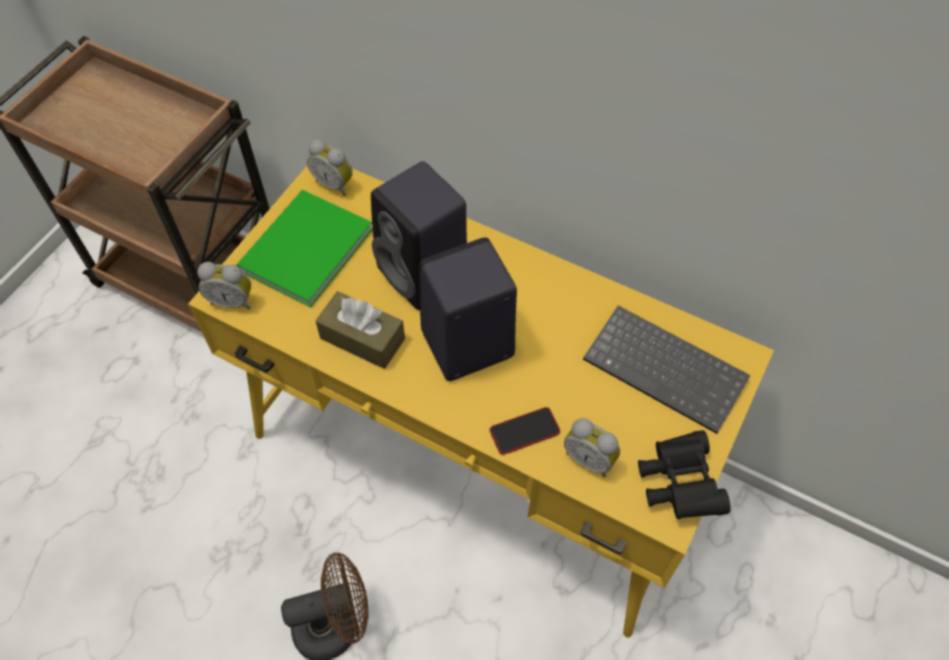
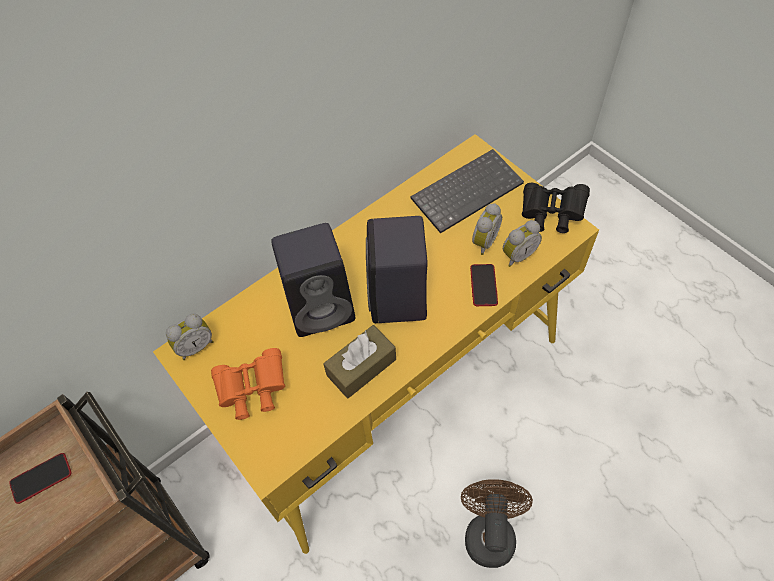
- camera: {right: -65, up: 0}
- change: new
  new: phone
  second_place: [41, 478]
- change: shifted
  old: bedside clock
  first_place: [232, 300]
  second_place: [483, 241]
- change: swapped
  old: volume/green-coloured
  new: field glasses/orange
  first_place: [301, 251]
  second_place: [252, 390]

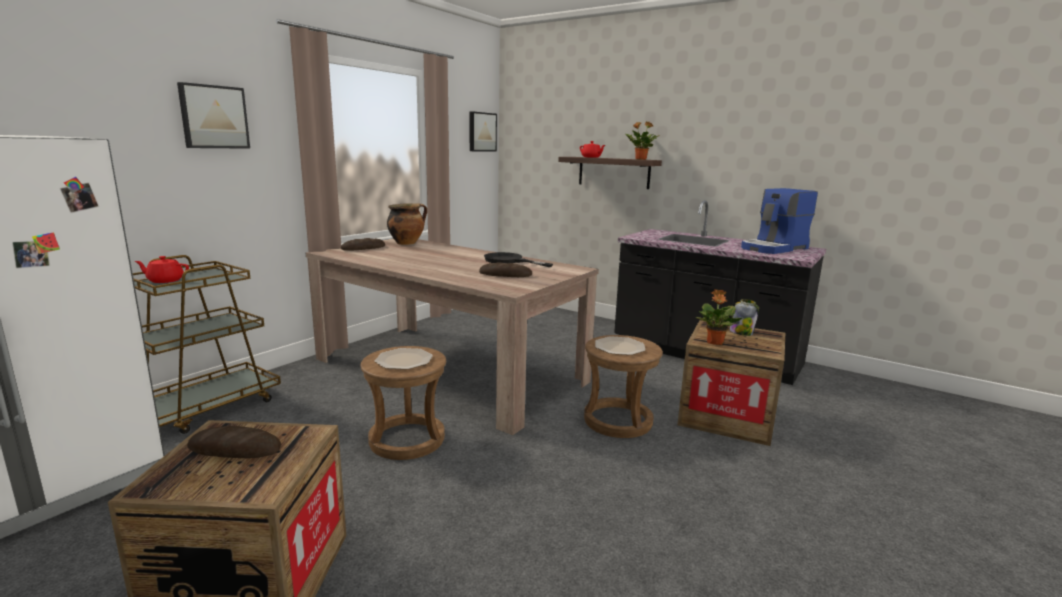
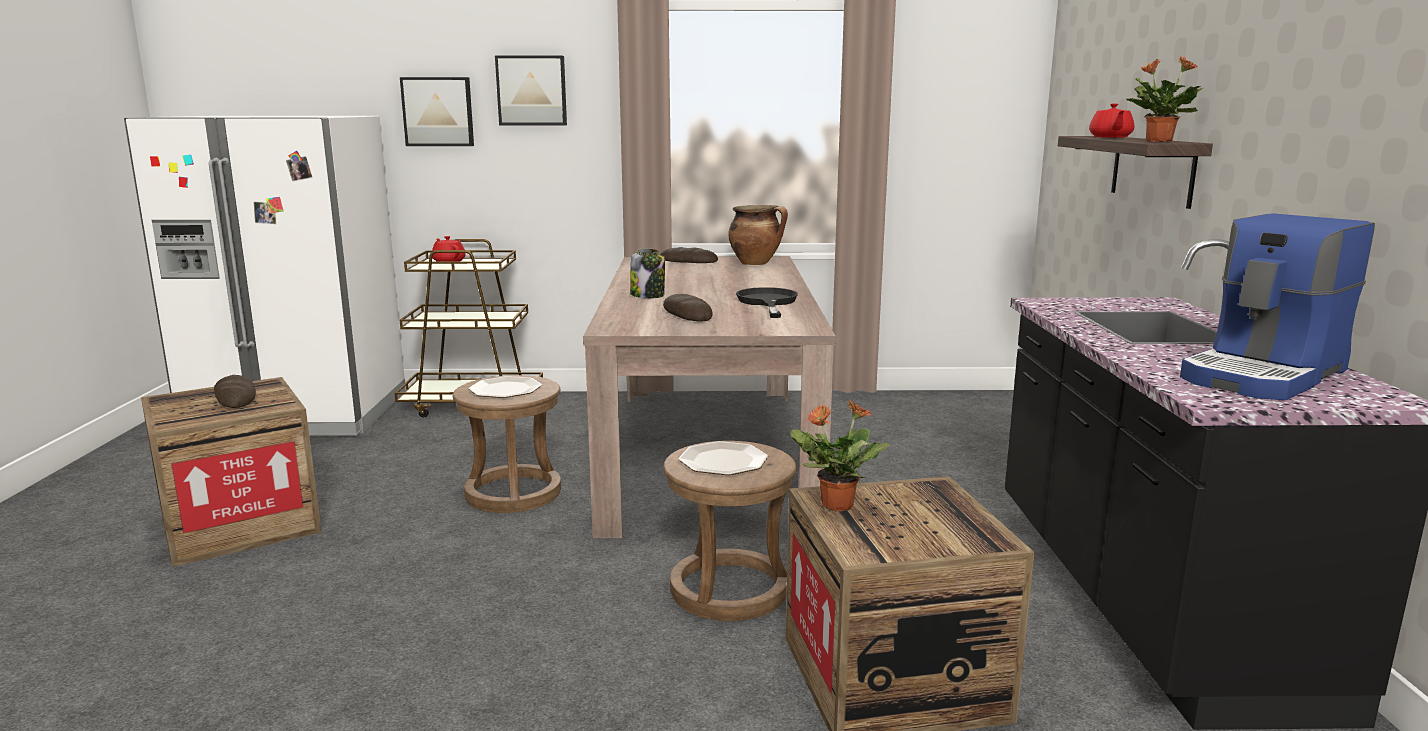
- camera: {right: 55, up: 0}
- change: shifted
  old: picture
  first_place: [481, 132]
  second_place: [438, 112]
- change: shifted
  old: jar
  first_place: [741, 332]
  second_place: [648, 295]
- change: rotated
  old: coffee brewer
  first_place: [774, 248]
  second_place: [1265, 375]
  degrees: -60

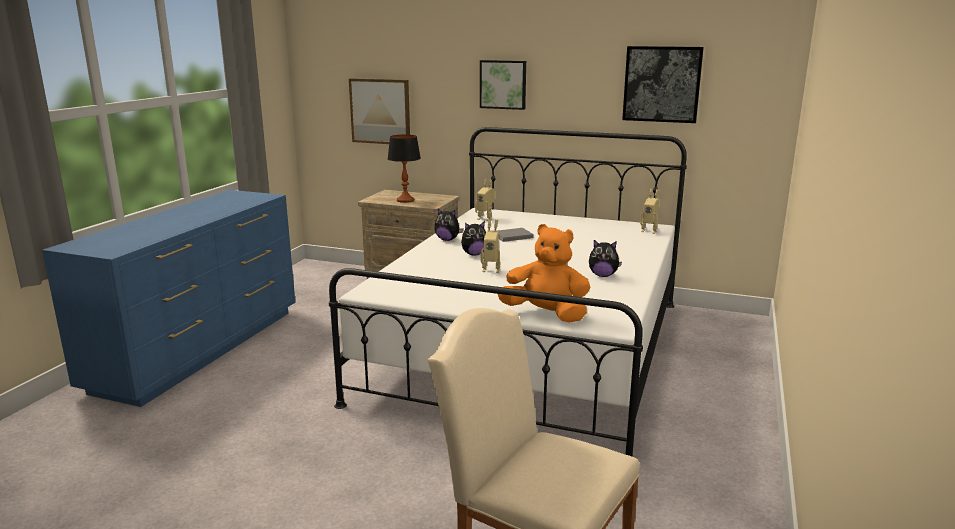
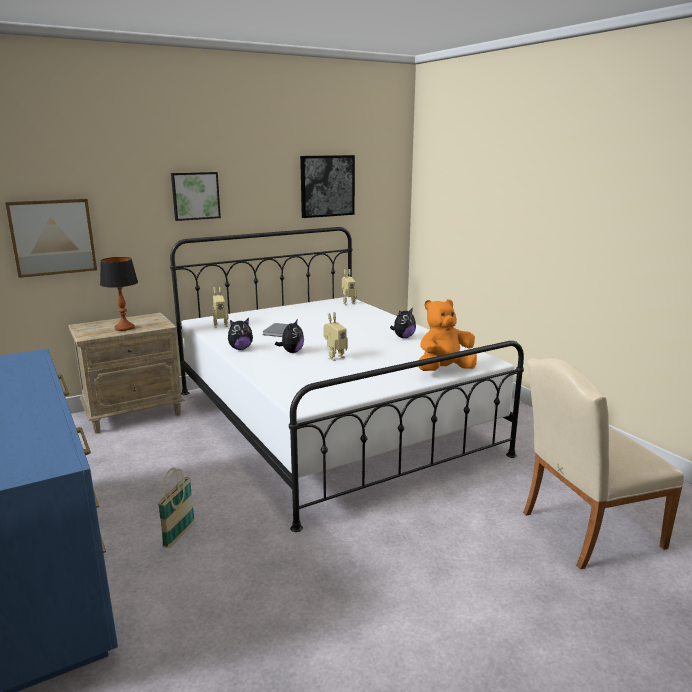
- camera: {right: -50, up: 0}
- change: new
  new: storage basket
  second_place: [179, 535]

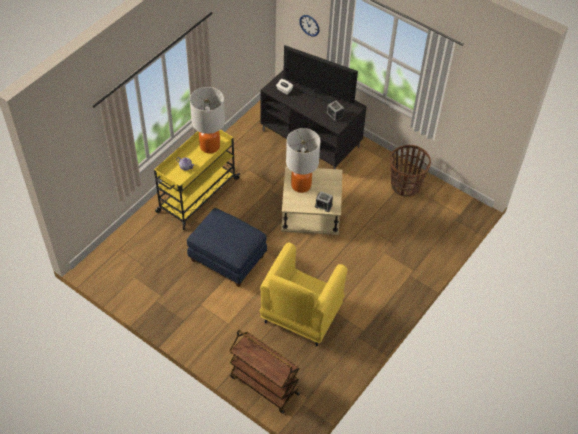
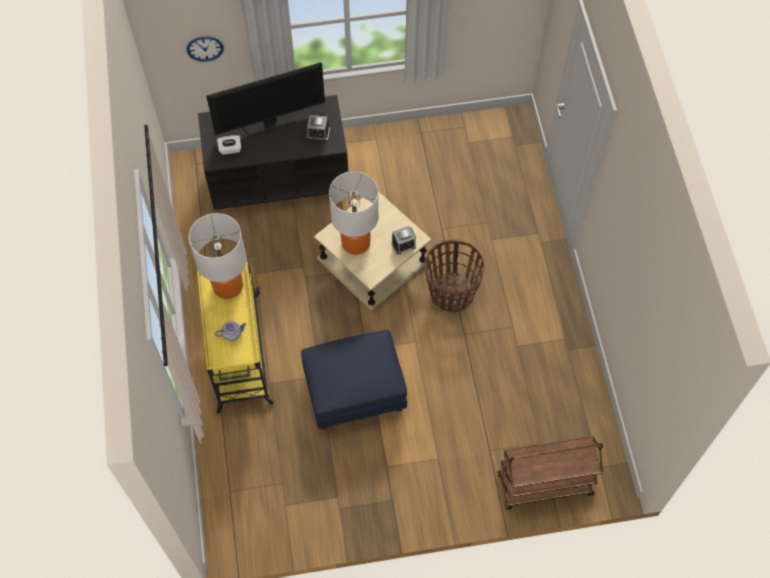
- camera: {right: -45, up: 10}
- change: gone
  old: lounge chair/yellowish
  first_place: [301, 316]
- change: shifted
  old: storage basket
  first_place: [405, 185]
  second_place: [451, 293]

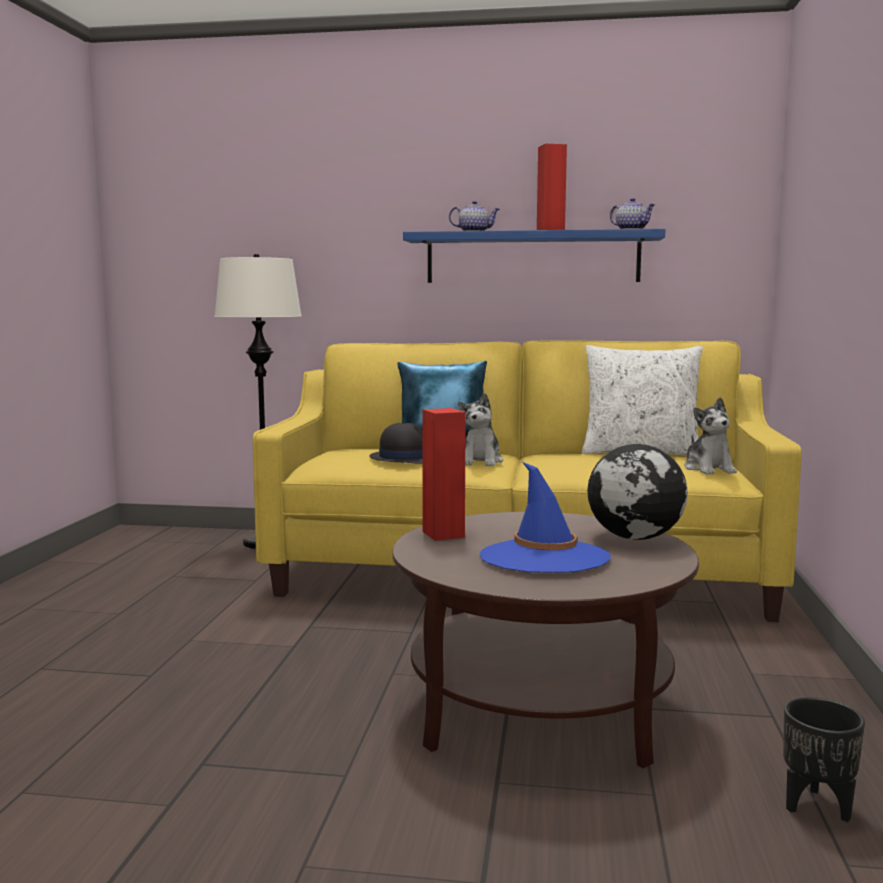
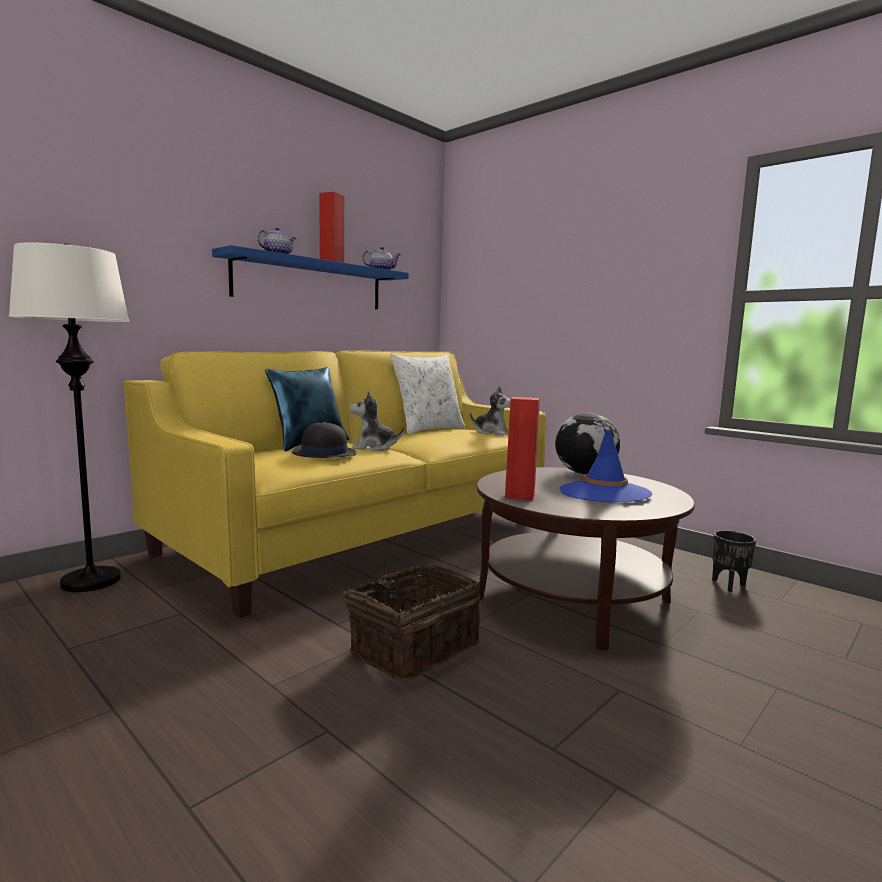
- camera: {right: -55, up: 0}
- change: new
  new: storage basket
  second_place: [411, 648]
- change: rotated
  old: cuddly toy
  first_place: [481, 461]
  second_place: [374, 448]
  degrees: 135

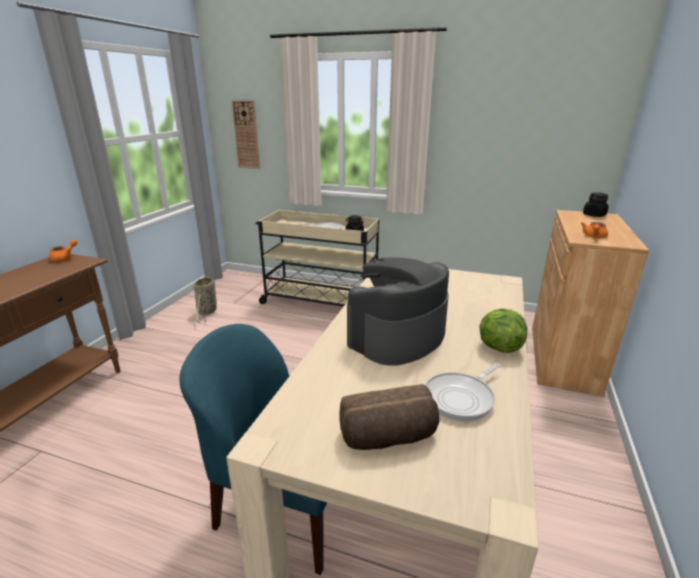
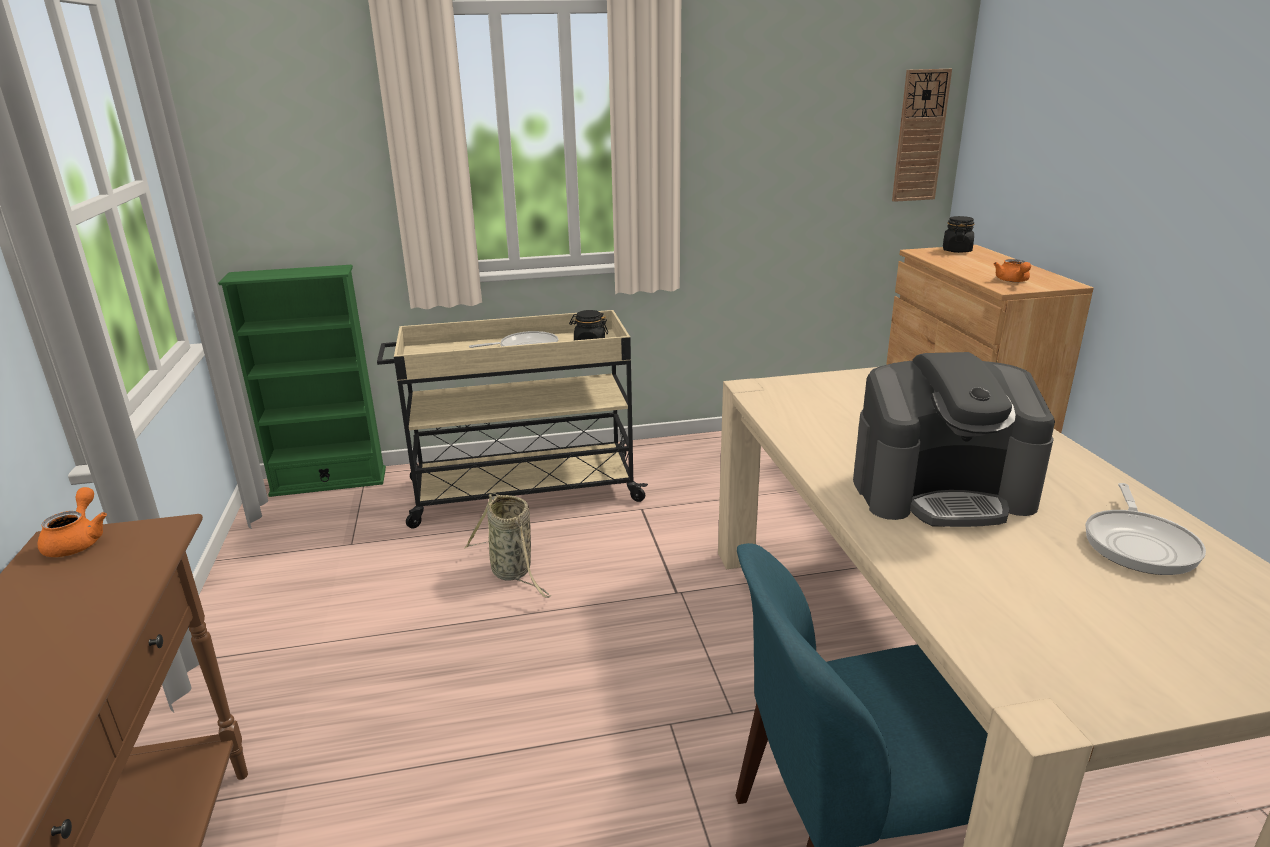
- camera: {right: -30, up: 0}
- change: gone
  old: bread
  first_place: [389, 438]
- change: gone
  old: head of lettuce
  first_place: [498, 347]
- change: new
  new: shelving unit/green-coloured
  second_place: [329, 481]
- change: shifted
  old: storage basket
  first_place: [207, 312]
  second_place: [513, 572]
- change: shifted
  old: wall clock
  first_place: [246, 135]
  second_place: [920, 136]
- change: rotated
  old: coffee brewer
  first_place: [397, 337]
  second_place: [942, 491]
  degrees: -105

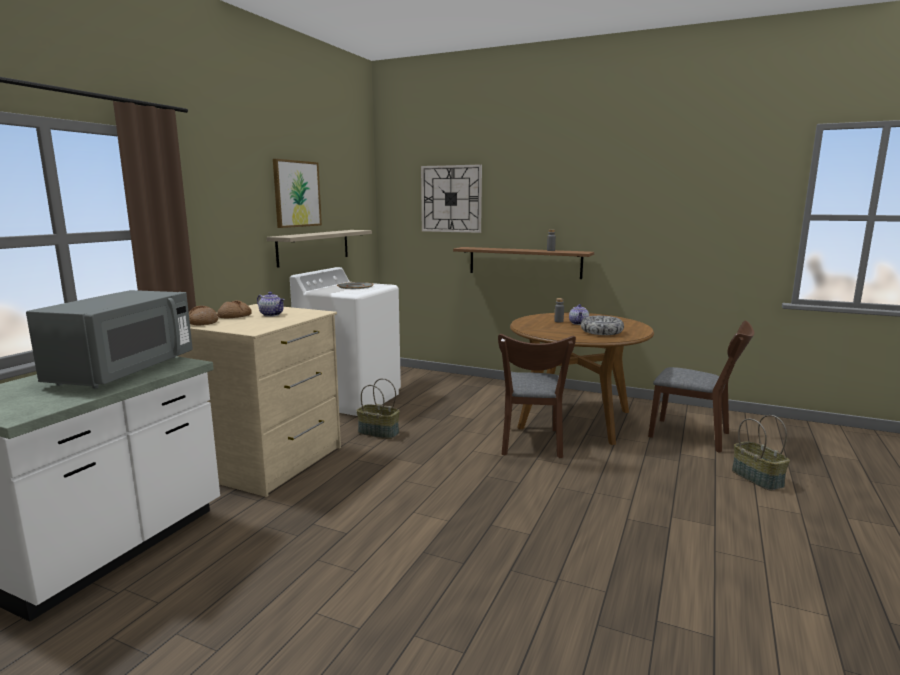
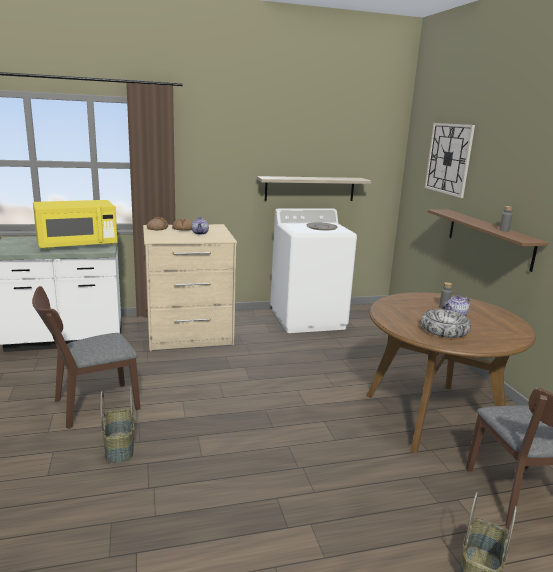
- camera: {right: 50, up: 5}
- change: gone
  old: picture
  first_place: [297, 194]
- change: shifted
  old: storage basket
  first_place: [378, 433]
  second_place: [119, 447]
- change: shifted
  old: plain chair/brown-coloured
  first_place: [531, 444]
  second_place: [90, 406]
- change: repainted
  old: microwave/gray
  new: microwave/yellowish
  first_place: [123, 371]
  second_place: [77, 245]

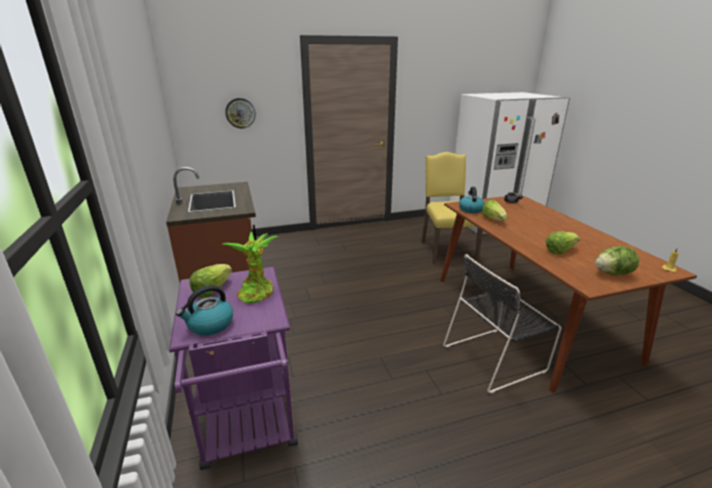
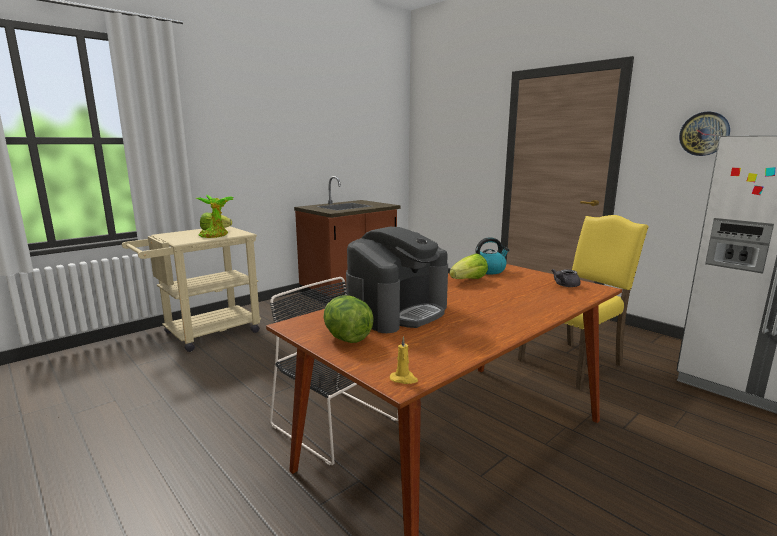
- camera: {right: 65, up: -10}
- change: gone
  old: tea kettle
  first_place: [210, 325]
- change: shifted
  old: wall clock
  first_place: [240, 113]
  second_place: [704, 134]
- change: swapped
  old: head of lettuce
  new: coffee brewer
  first_place: [560, 251]
  second_place: [398, 312]
- change: repainted
  old: cart/purple-coloured
  new: cart/beige-coloured
  first_place: [248, 426]
  second_place: [204, 334]

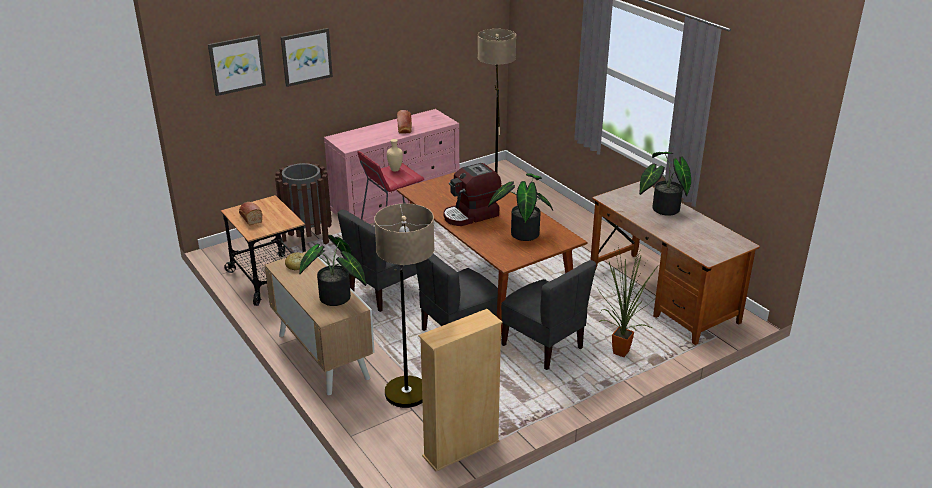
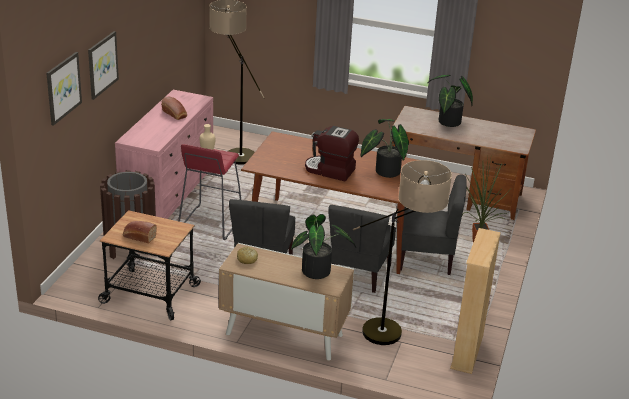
- camera: {right: -40, up: 0}
- change: rotated
  old: coffee brewer
  first_place: [471, 215]
  second_place: [329, 170]
  degrees: 90

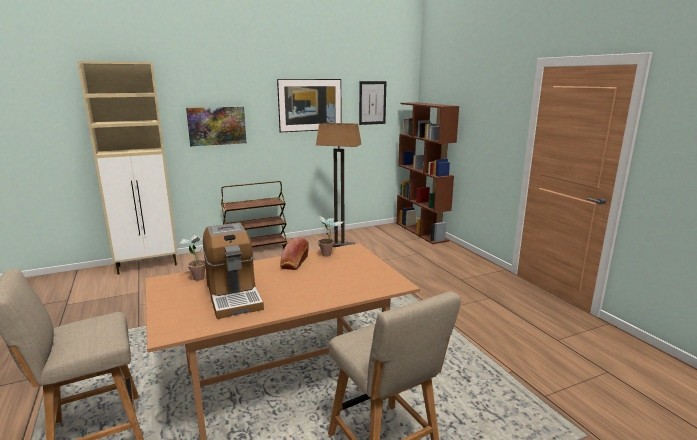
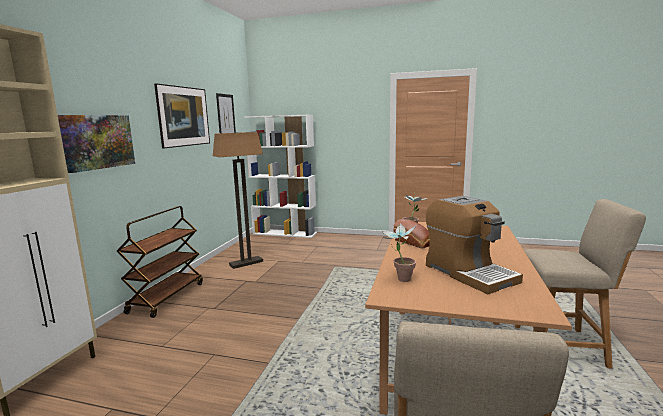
- camera: {right: -50, up: -5}
- change: repainted
  old: shelving unit/brown-coloured
  new: shelving unit/whitish
  first_place: [421, 232]
  second_place: [285, 233]
- change: rotated
  old: coffee brewer
  first_place: [233, 296]
  second_place: [468, 273]
  degrees: 45

